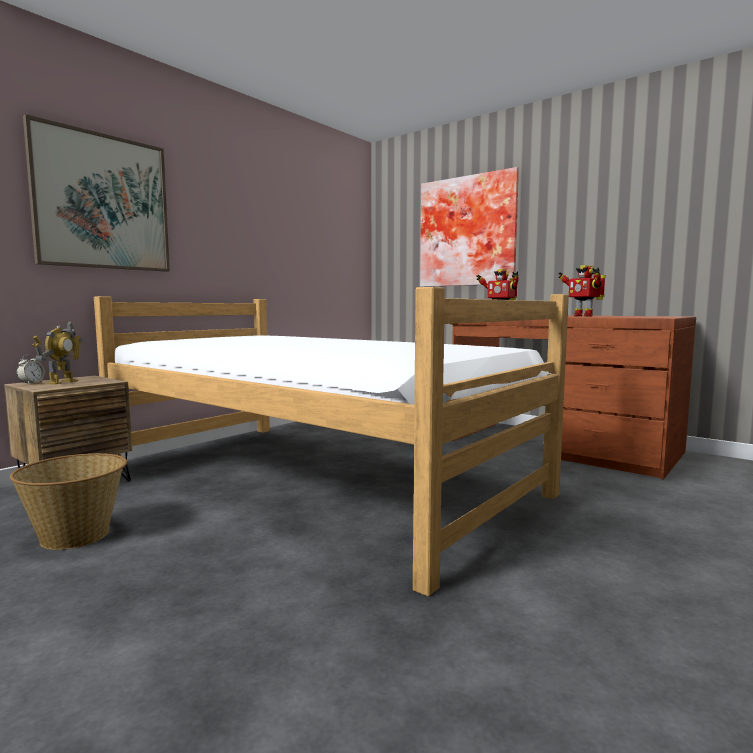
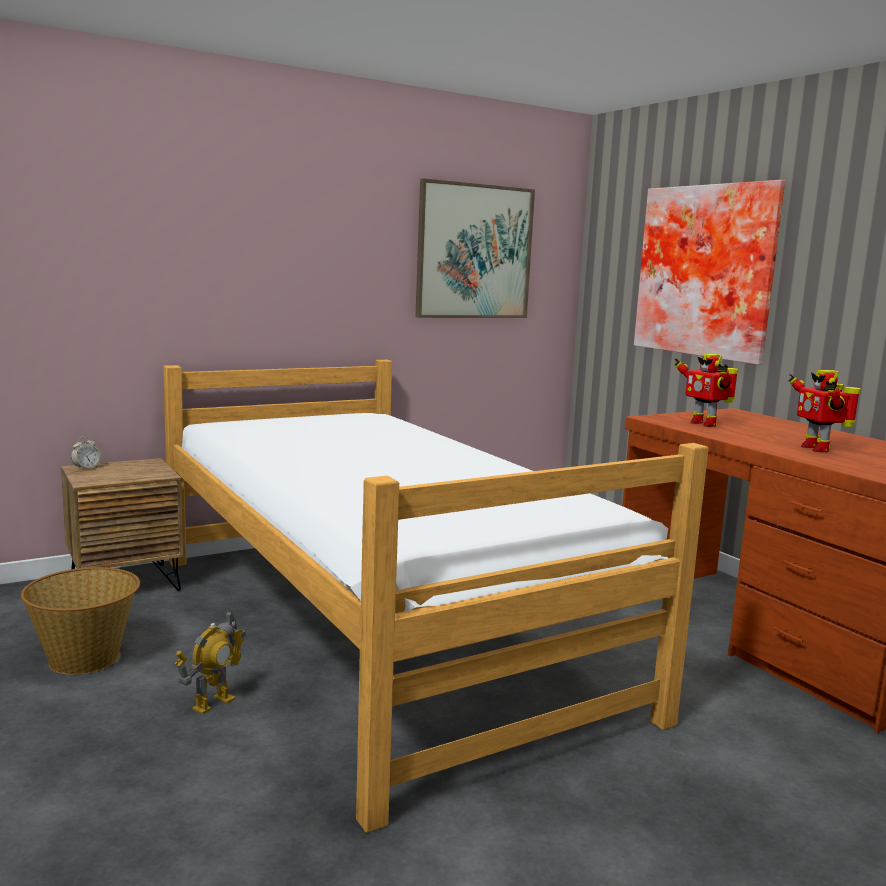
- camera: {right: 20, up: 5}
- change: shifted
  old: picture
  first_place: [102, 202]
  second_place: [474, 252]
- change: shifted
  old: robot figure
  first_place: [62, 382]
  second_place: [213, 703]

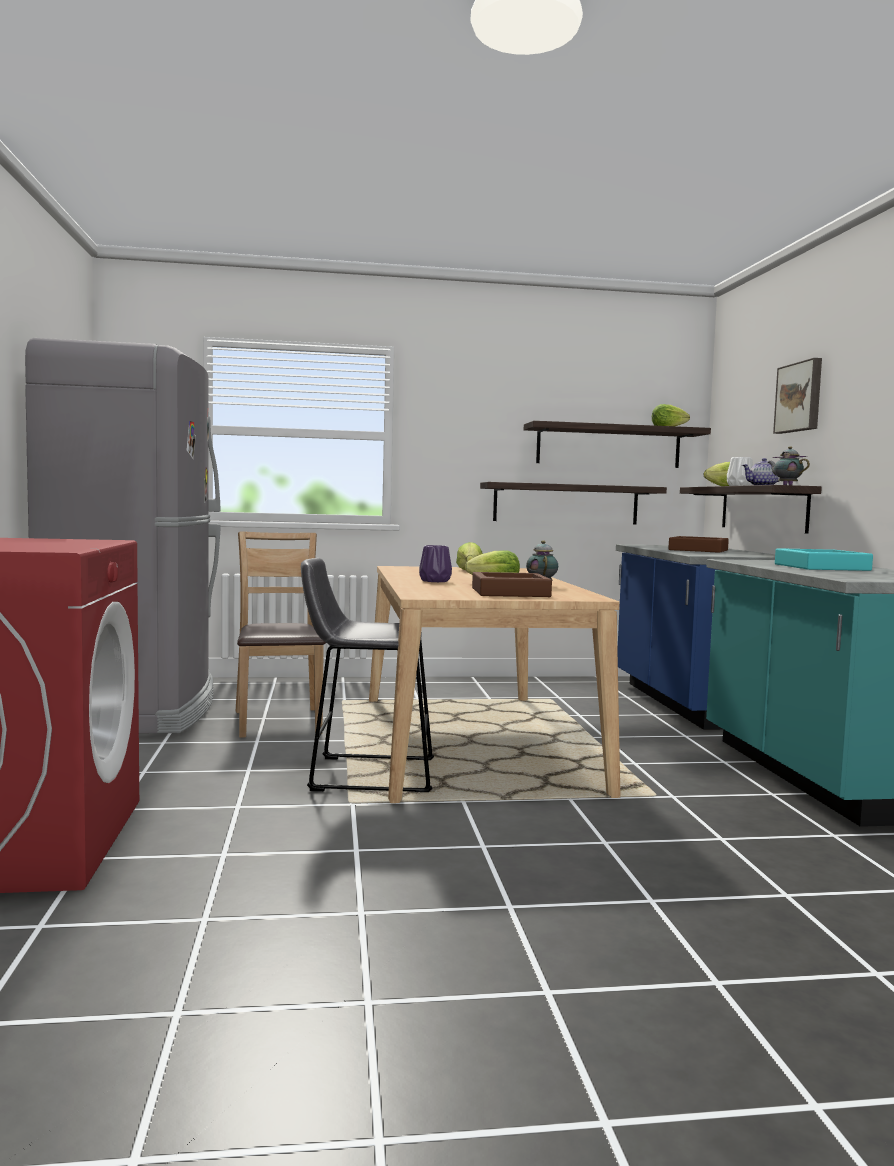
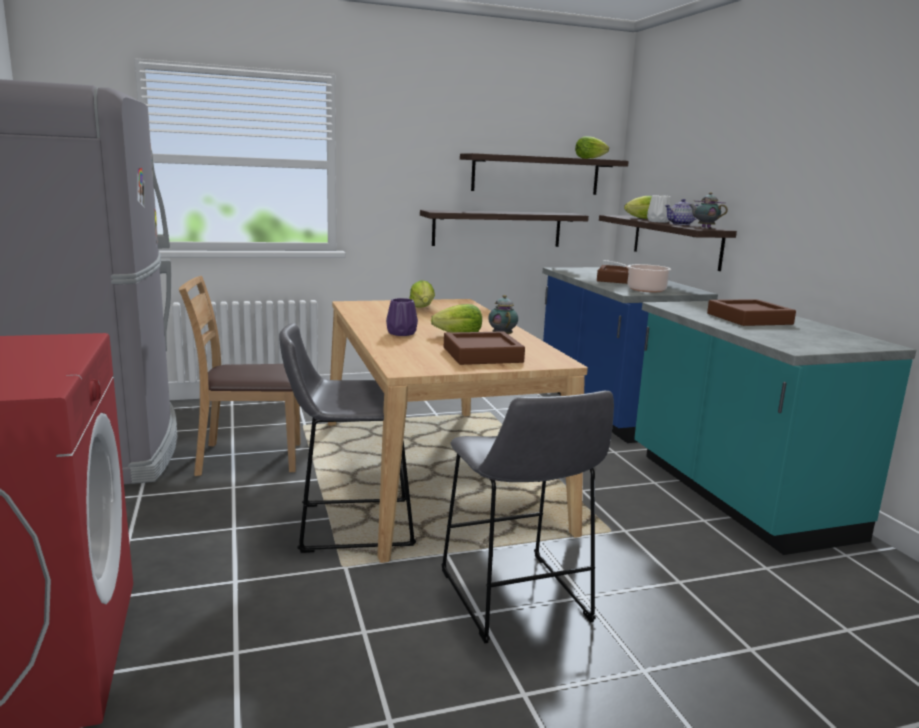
- camera: {right: -10, up: 10}
- change: gone
  old: picture
  first_place: [800, 397]
- change: new
  new: stool seat/gray
  second_place: [516, 601]
- change: new
  new: cooking pot
  second_place: [643, 289]
- change: repainted
  old: carrying tray/blue-green
  new: carrying tray/brown-coloured
  first_place: [821, 567]
  second_place: [749, 319]
- change: rotated
  old: plain chair/brown-coloured
  first_place: [278, 722]
  second_place: [248, 458]
  degrees: -75

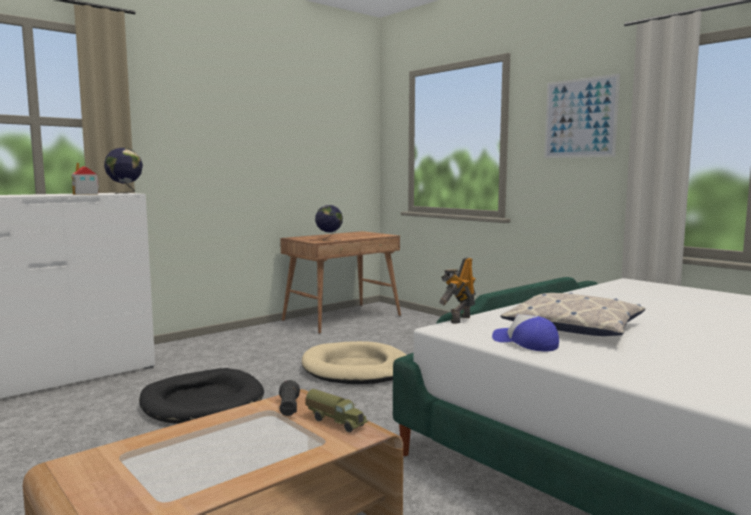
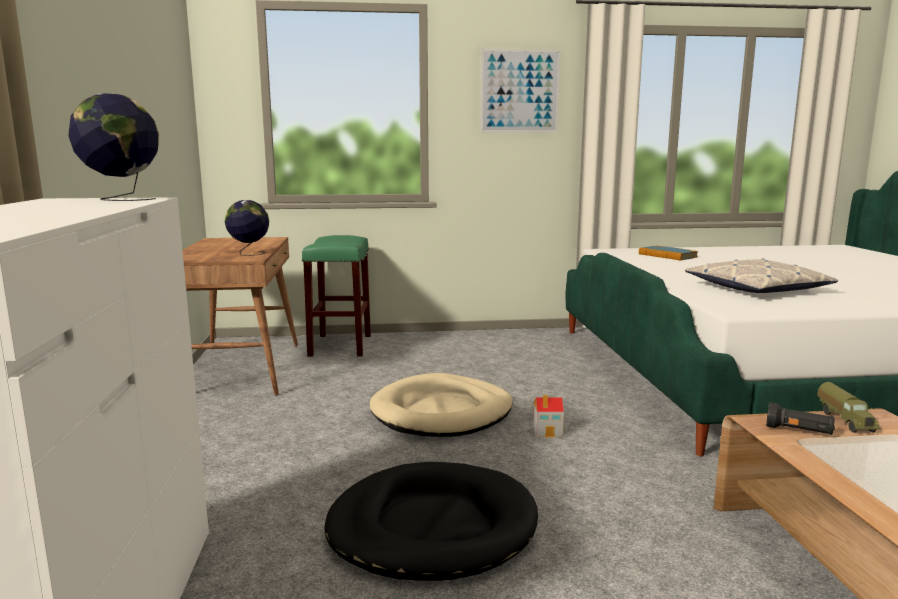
- camera: {right: -55, up: 5}
- change: gone
  old: robot figure
  first_place: [458, 319]
- change: gone
  old: peaked cap
  first_place: [525, 343]
- change: new
  new: stool seat/green-coloured
  second_place: [341, 346]
- change: new
  new: volume
  second_place: [667, 255]
- change: shifted
  old: miniature house
  first_place: [85, 194]
  second_place: [548, 431]
- change: rotated
  old: toy lorry
  first_place: [336, 422]
  second_place: [845, 420]
  degrees: 105

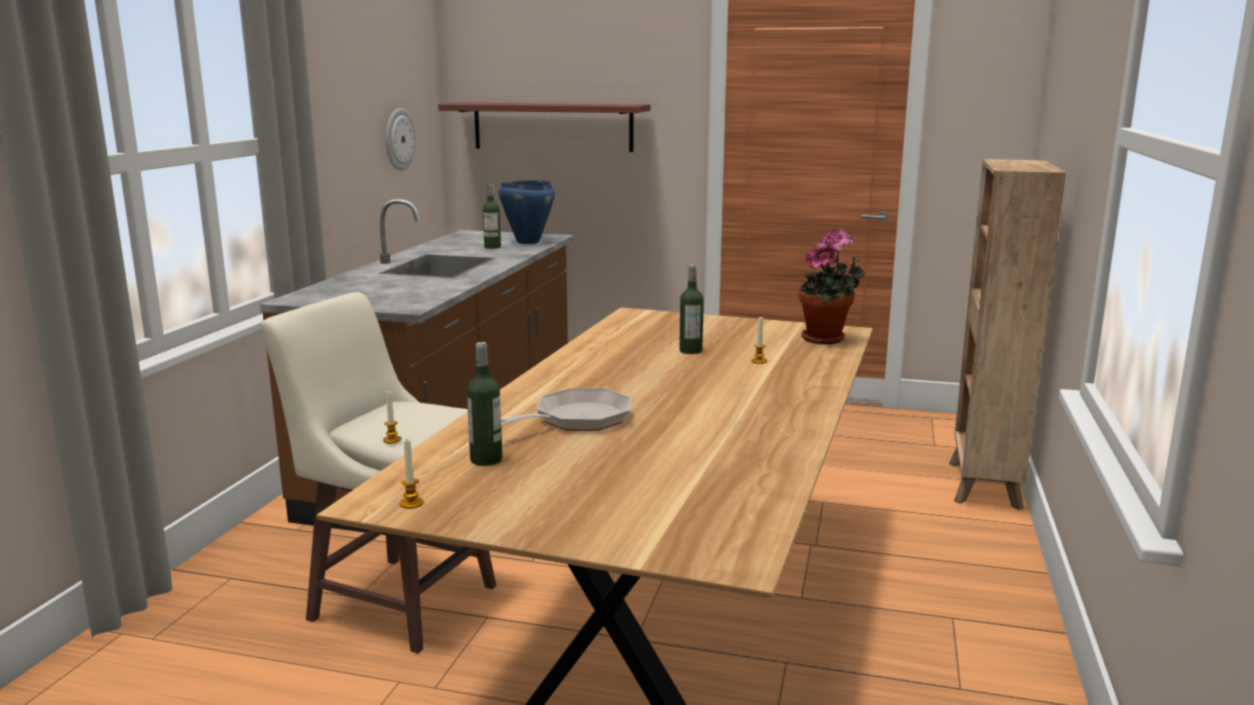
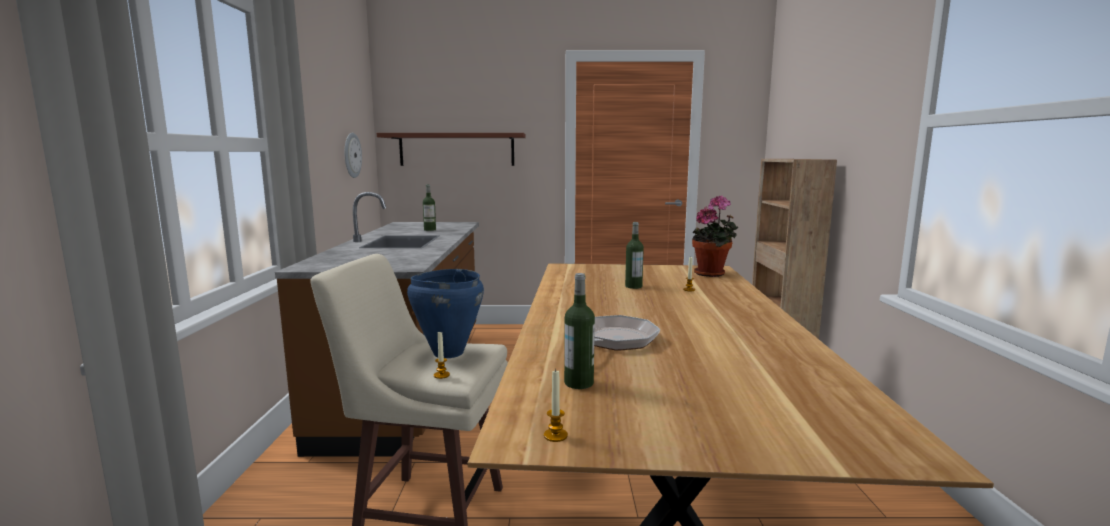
- camera: {right: -15, up: -5}
- change: shifted
  old: cooking pot/blue
  first_place: [527, 242]
  second_place: [447, 353]

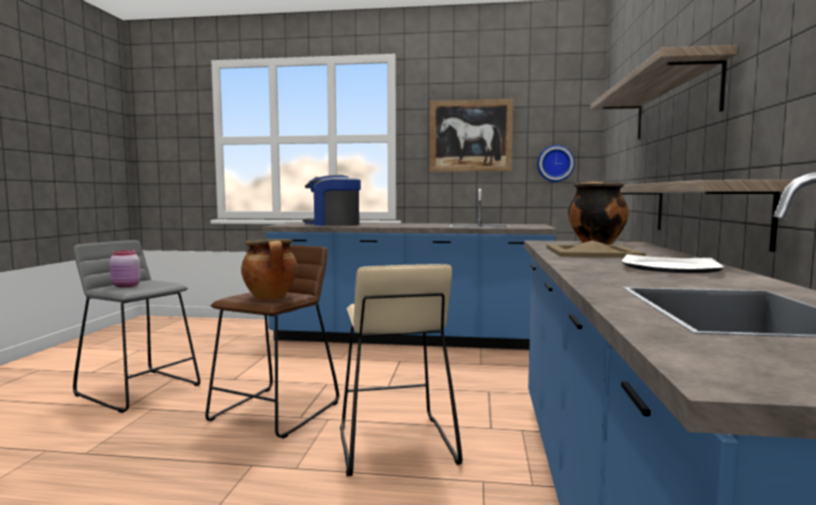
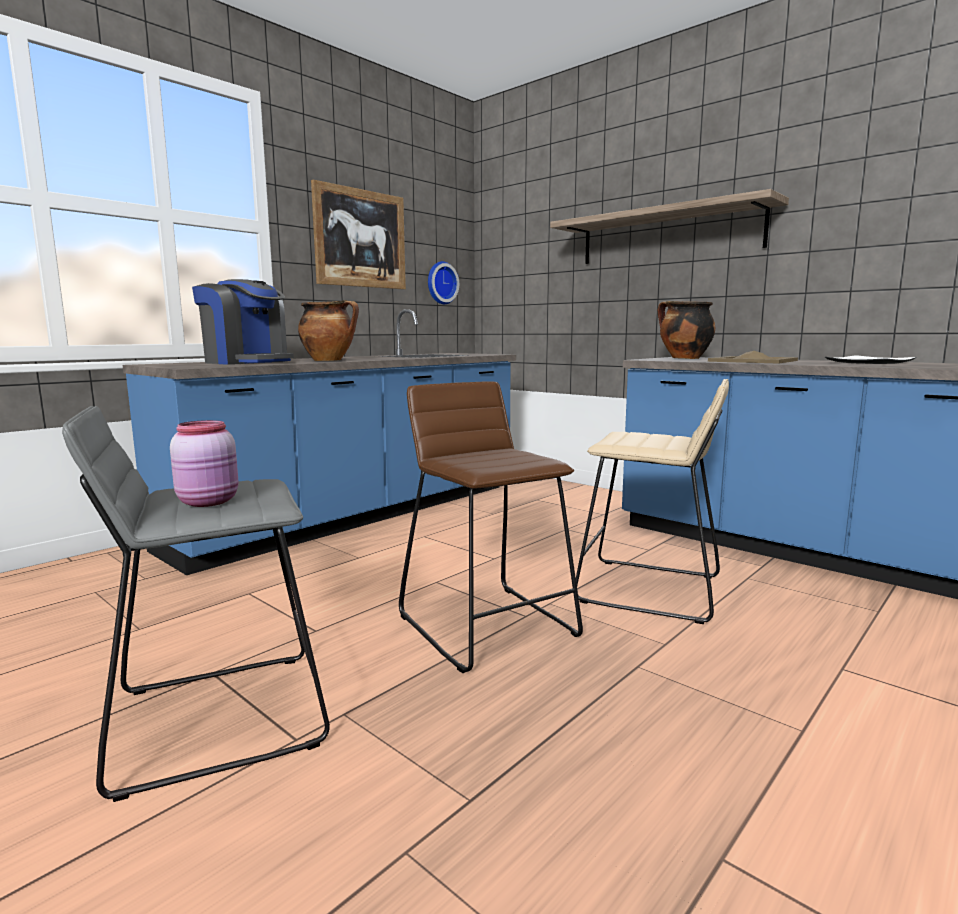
- camera: {right: -55, up: 5}
- change: gone
  old: shelf
  first_place: [704, 211]
- change: shifted
  old: cooking pot
  first_place: [271, 298]
  second_place: [329, 360]
- change: rotated
  old: coffee brewer
  first_place: [333, 224]
  second_place: [247, 362]
  degrees: -105

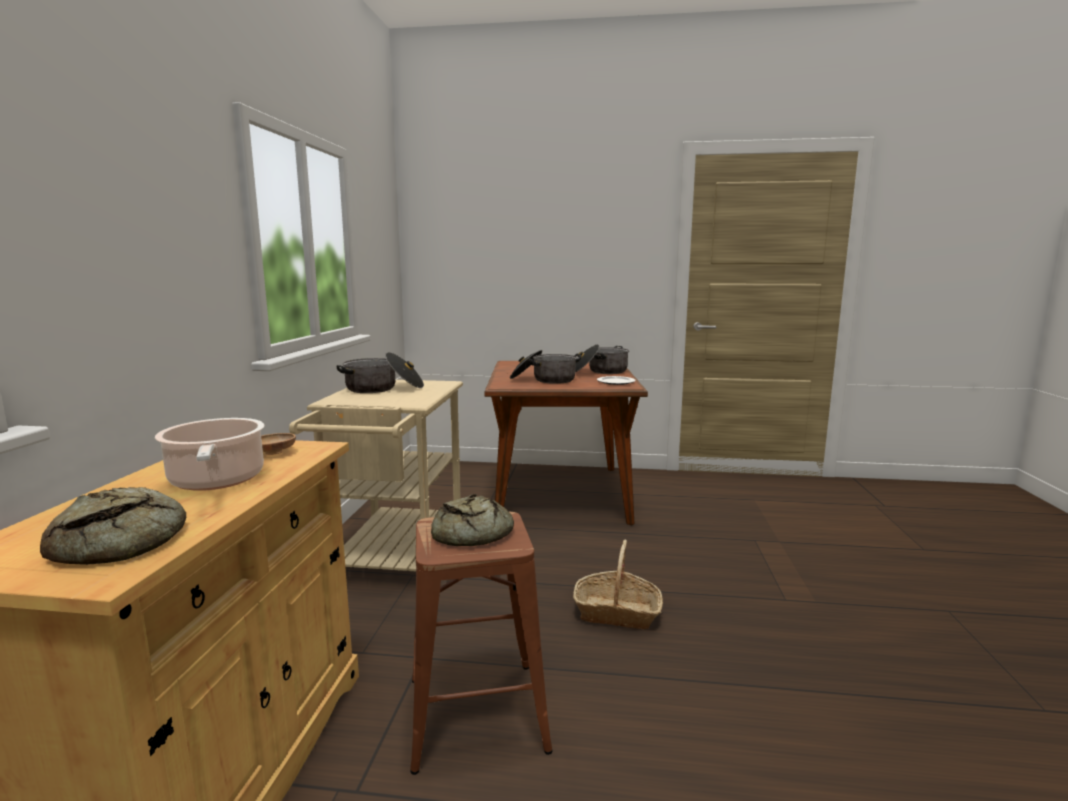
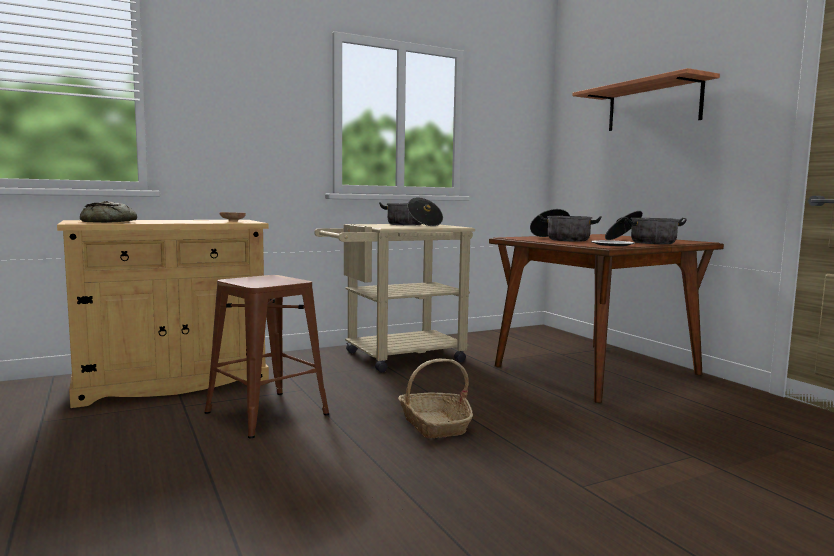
- camera: {right: 55, up: -5}
- change: gone
  old: cooking pot
  first_place: [217, 481]
- change: gone
  old: bread
  first_place: [470, 533]
- change: new
  new: shelf
  second_place: [653, 106]

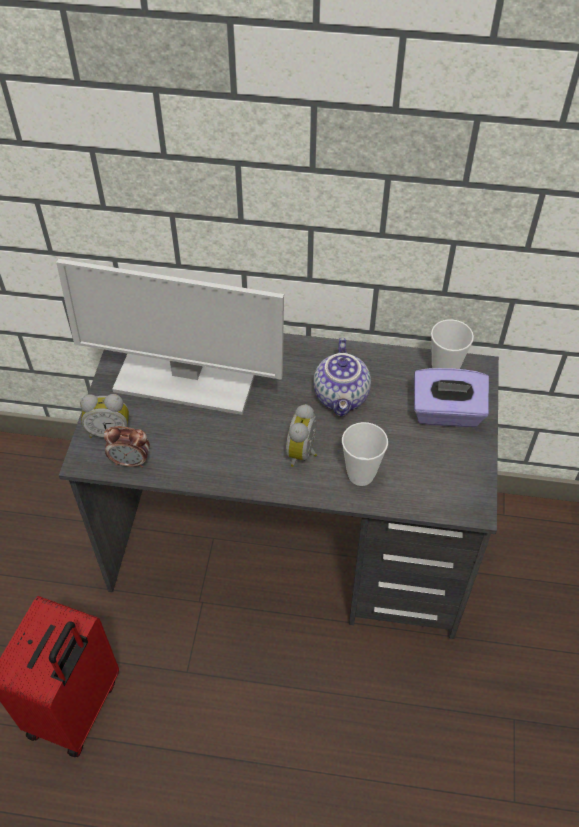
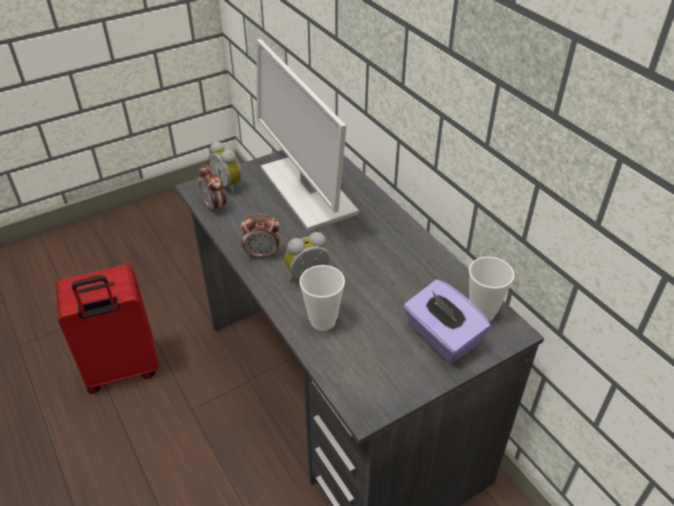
- camera: {right: 50, up: -10}
- change: gone
  old: tea pot
  first_place: [342, 397]
- change: new
  new: bedside clock
  second_place: [262, 254]

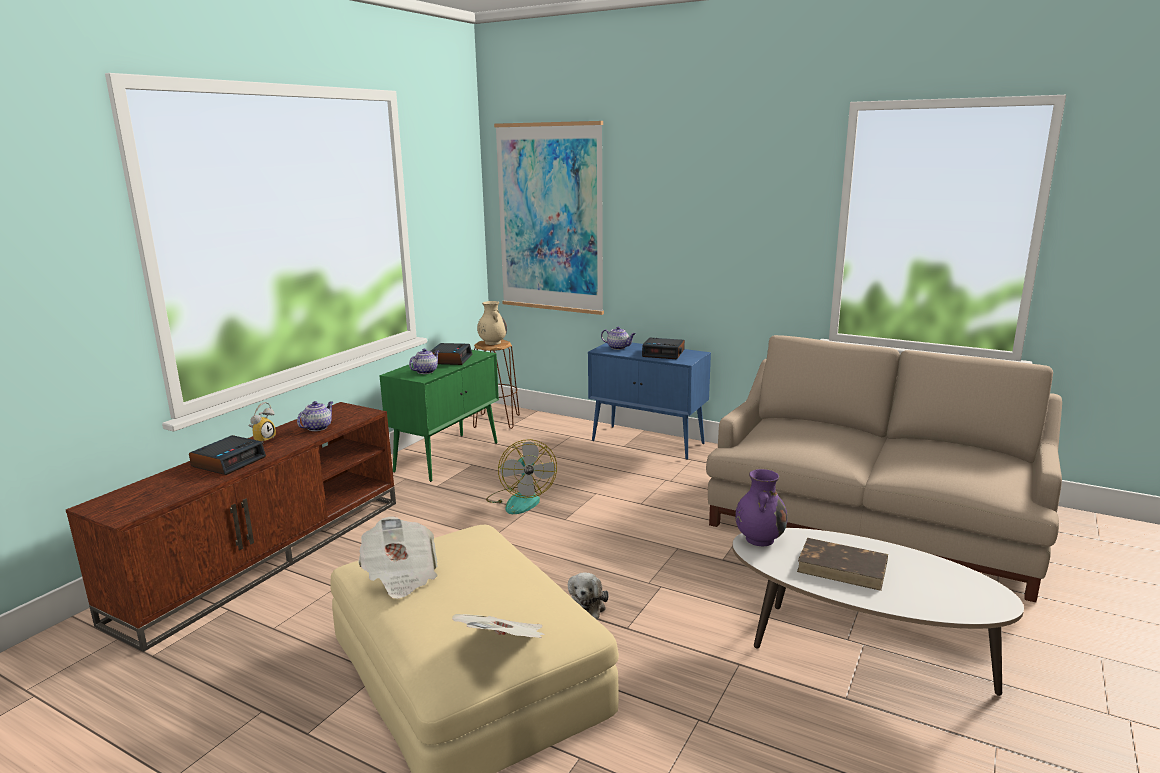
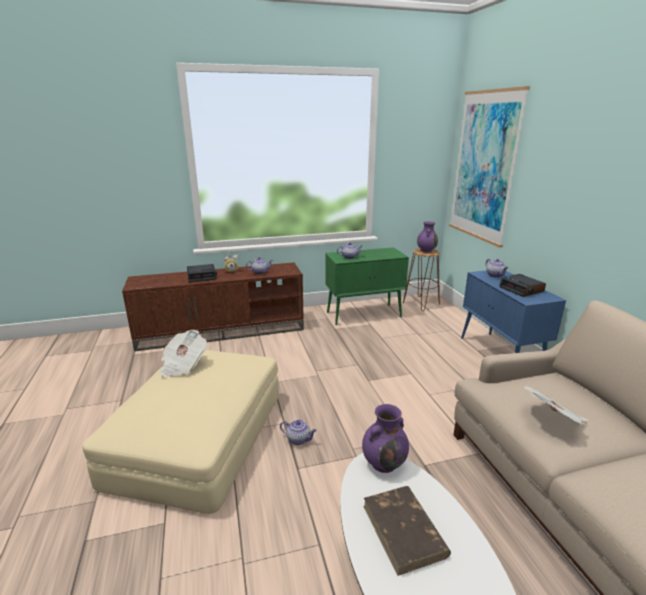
- camera: {right: 45, up: 5}
- change: gone
  old: bedside clock
  first_place: [450, 359]
- change: gone
  old: electric fan
  first_place: [520, 500]
- change: shifted
  old: printed paper
  first_place: [504, 646]
  second_place: [554, 419]
- change: swapped
  old: cuddly toy
  new: tea pot
  first_place: [586, 606]
  second_place: [299, 439]
- change: repainted
  old: decorative vase/beige-coloured
  new: decorative vase/purple-coloured
  first_place: [492, 342]
  second_place: [426, 250]

